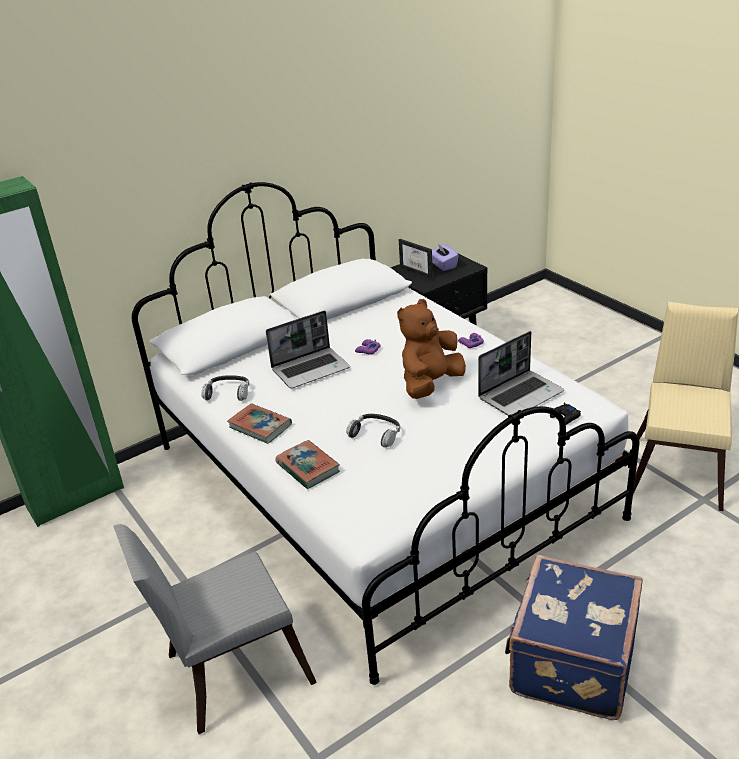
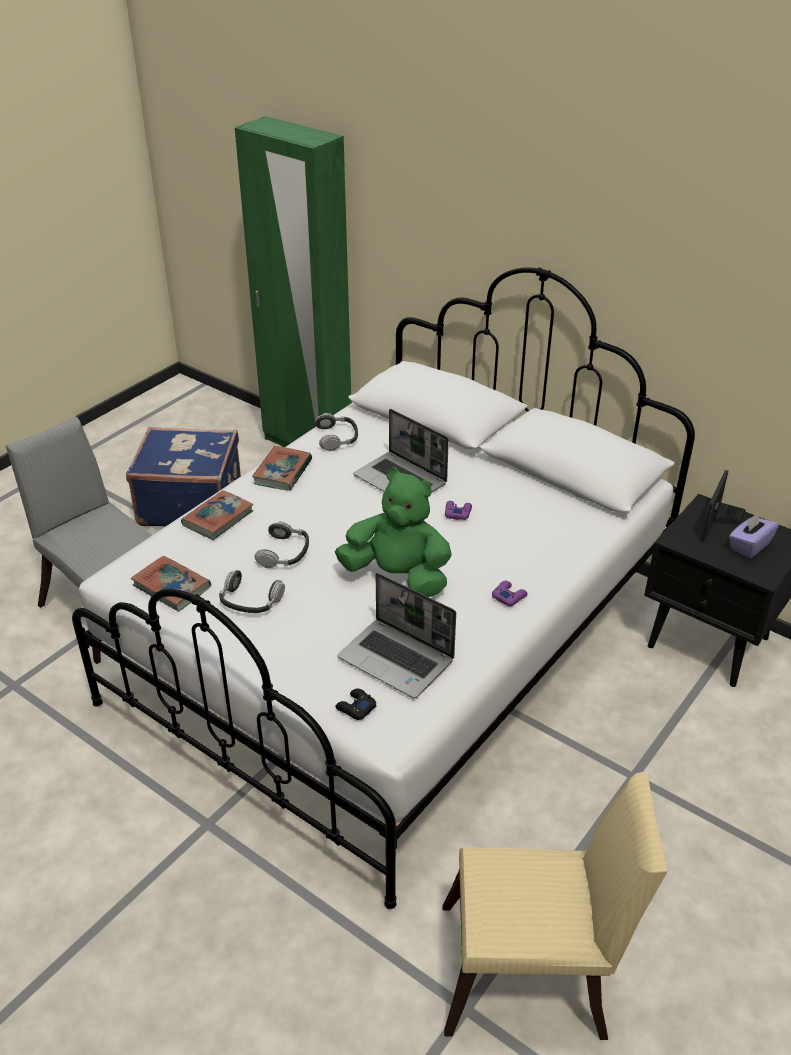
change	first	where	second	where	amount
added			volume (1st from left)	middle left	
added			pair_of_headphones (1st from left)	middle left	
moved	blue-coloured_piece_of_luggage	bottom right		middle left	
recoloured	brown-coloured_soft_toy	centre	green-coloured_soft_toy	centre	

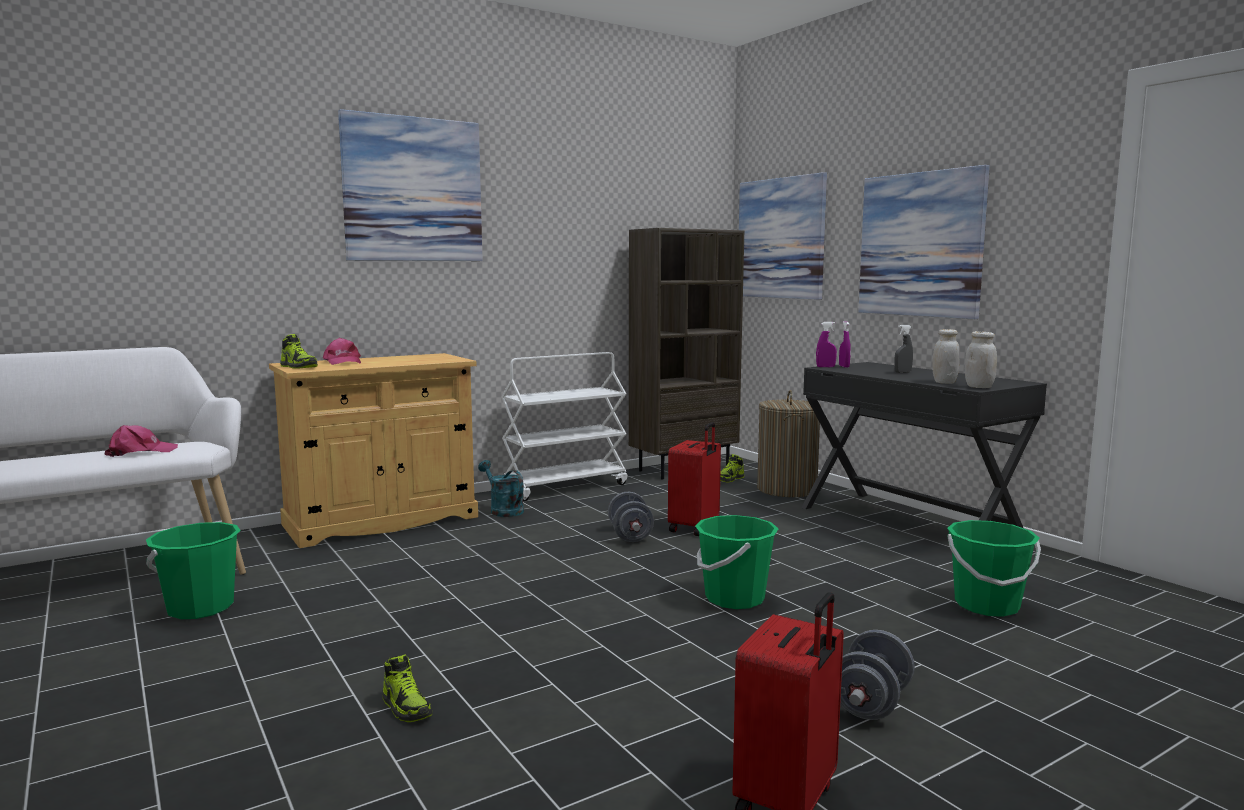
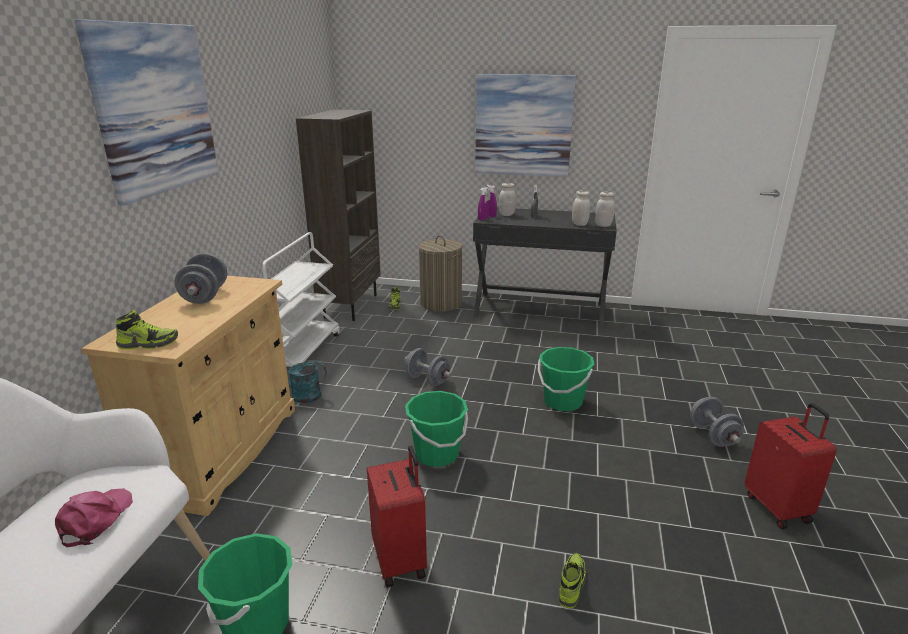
change	first	where	second	where	amount
removed	pink-coloured_cap (2nd from left)	middle left			
removed	picture (2nd from left)	top centre			
added			grey_free_weight (1st from left)	middle left	
added			white-coloured_jar (1st from left)	top centre	
moved	red-coloured_piece_of_luggage (1st from left)	centre		bottom centre	
moved	green-coloured_water_bucket (3rd from left in the first image)	bottom right	green-coloured_water_bucket (2nd from left)	bottom centre	
turned	shoe (2nd from left in the first image)	bottom left	shoe (3rd from left)	bottom centre	75 degrees counterclockwise

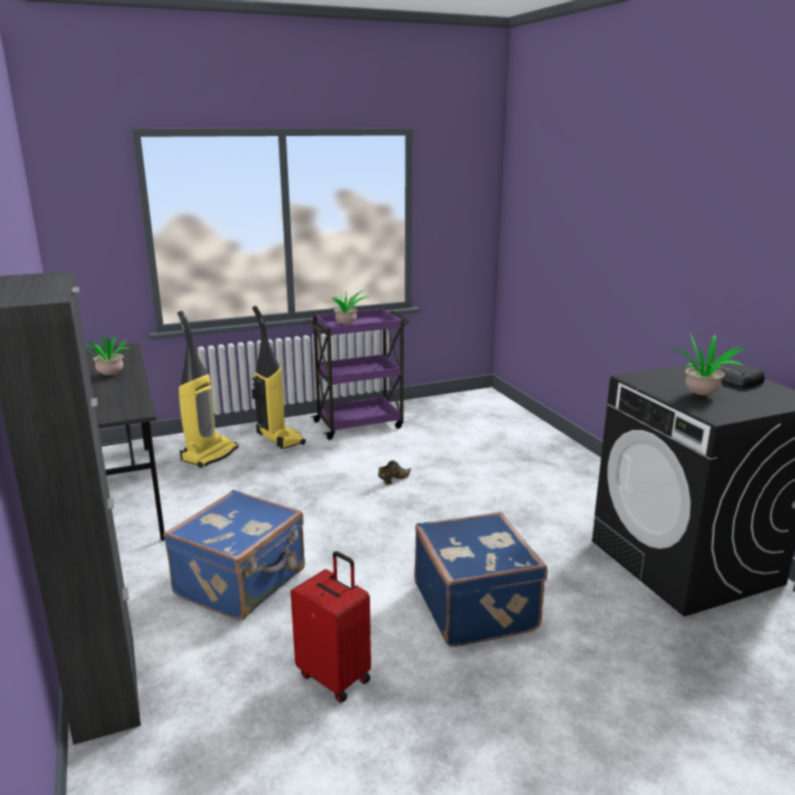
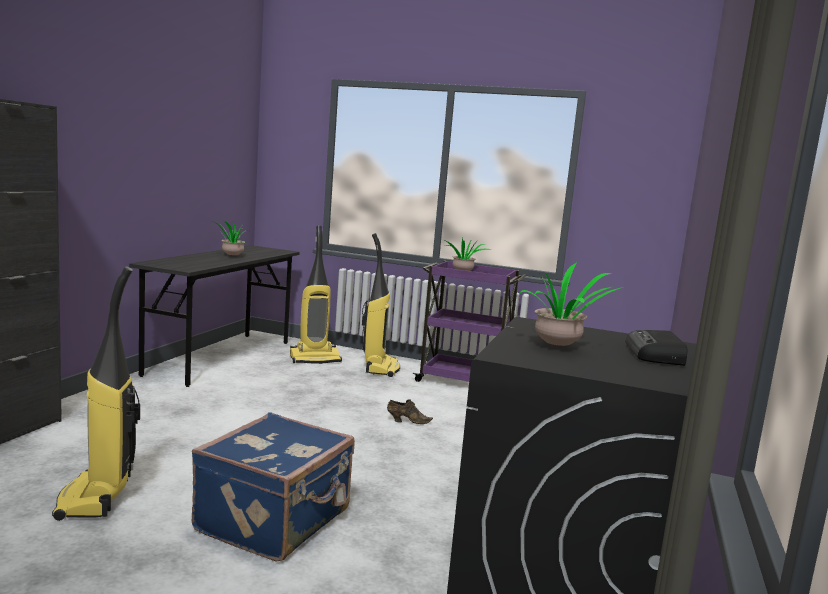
change	first	where	second	where	amount
removed	blue-coloured_piece_of_luggage (1st from left)	bottom left			
replaced	red-coloured_piece_of_luggage	bottom centre	vacuum (1st from left)	middle left	

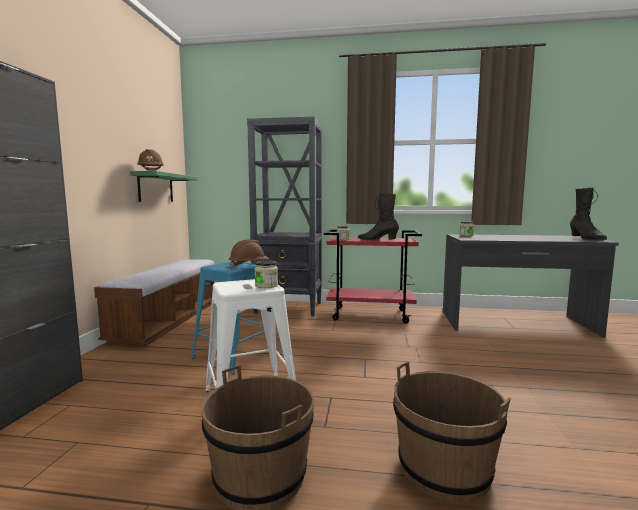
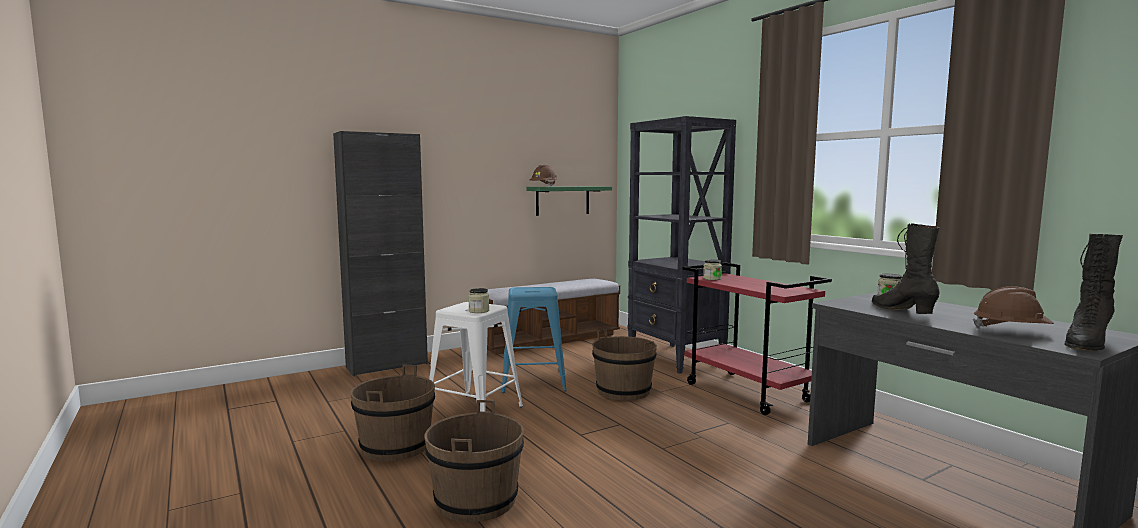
change	first	where	second	where	amount
added			brown-coloured_water_bucket (3rd from left)	bottom centre	
moved	brown-coloured_work_helmet (2nd from left)	centre		middle right	
moved	black_high-top_boot (1st from left)	centre		middle right	

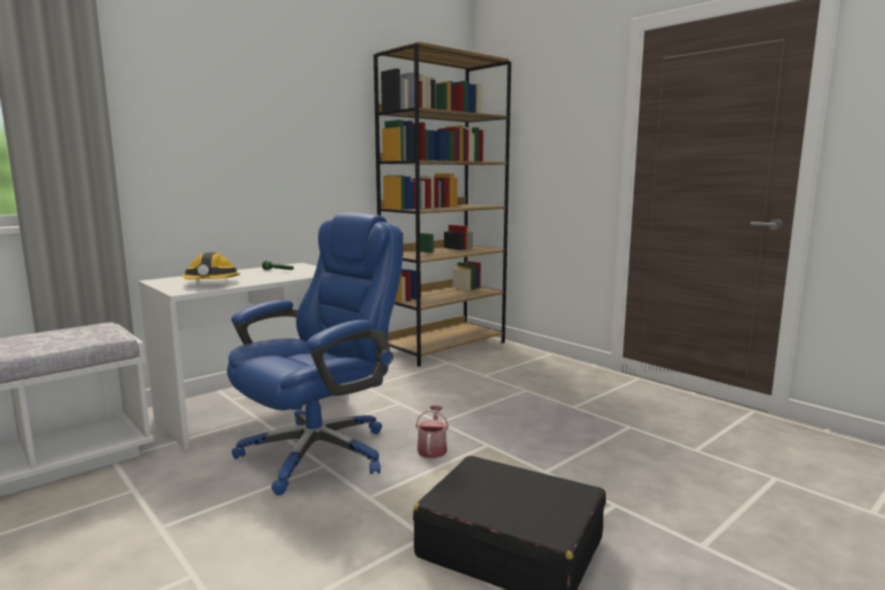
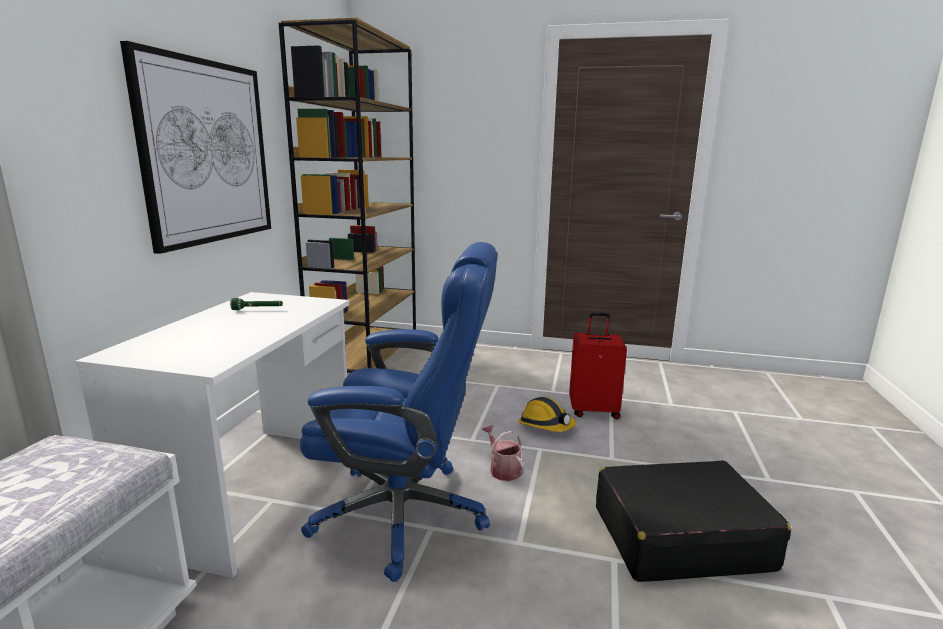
change	first	where	second	where	amount
added			picture	top left	
added			red-coloured_piece_of_luggage	centre	
moved	work_helmet	middle left		centre	
turned	blue-coloured_computer_chair	centre		centre	90 degrees clockwise

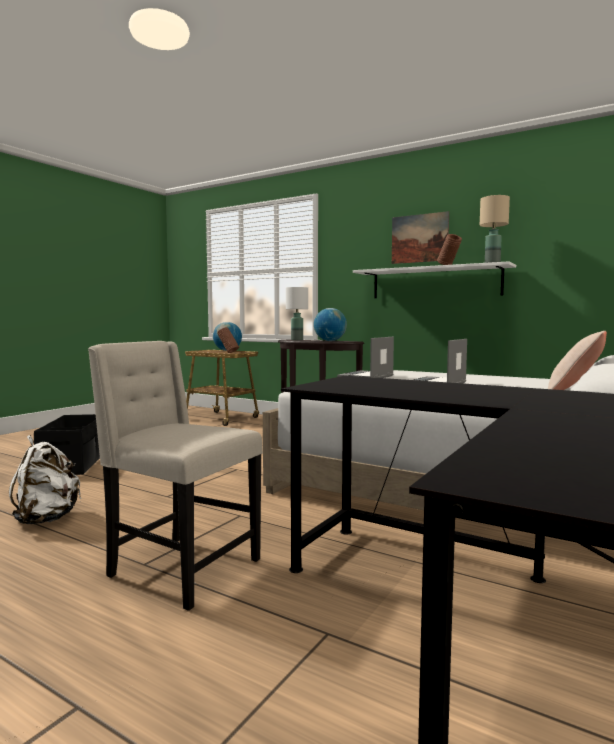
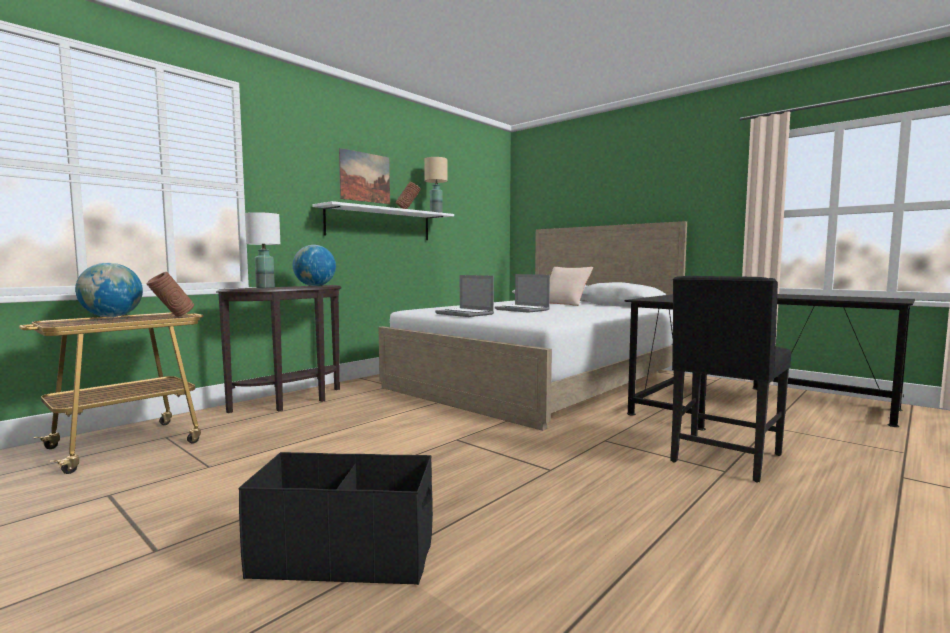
change	first	where	second	where	amount
removed	white-coloured_knapsack	middle left			
recoloured	sand-coloured_upright_chair	middle left	black_upright_chair	middle right	

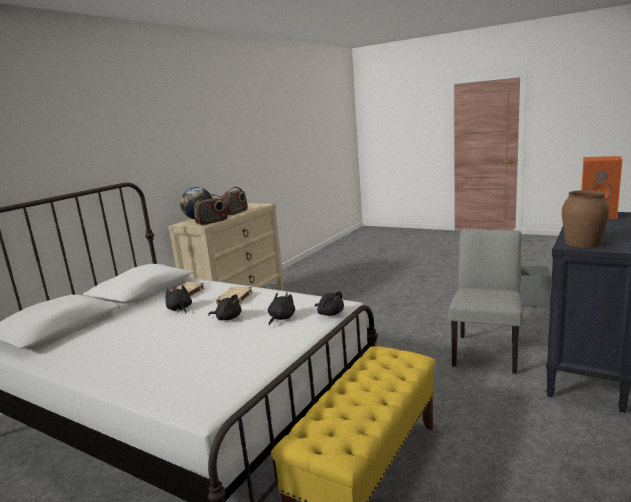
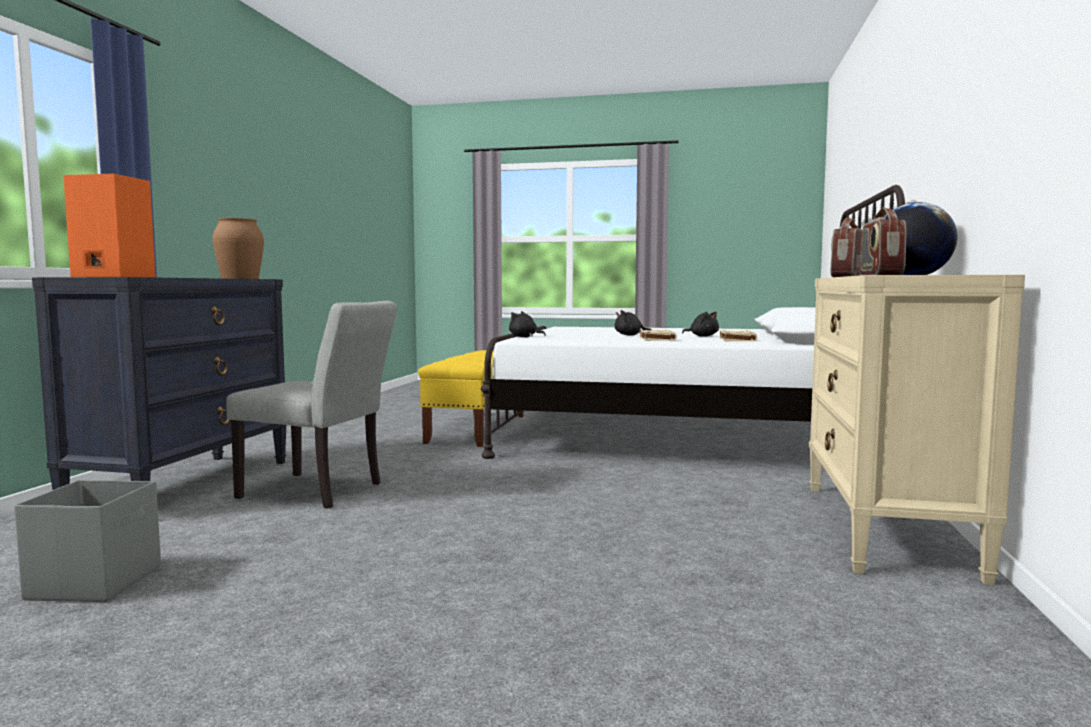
change	first	where	second	where	amount
removed	black_soft_toy (3rd from left)	centre			
turned	grey_upright_chair	middle right		middle left	75 degrees counterclockwise

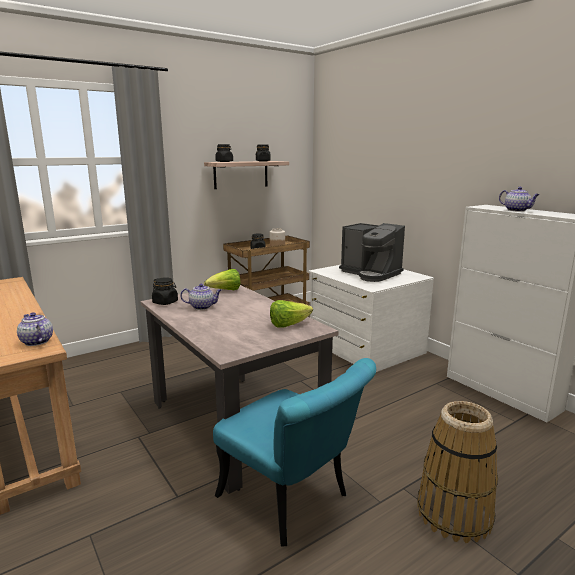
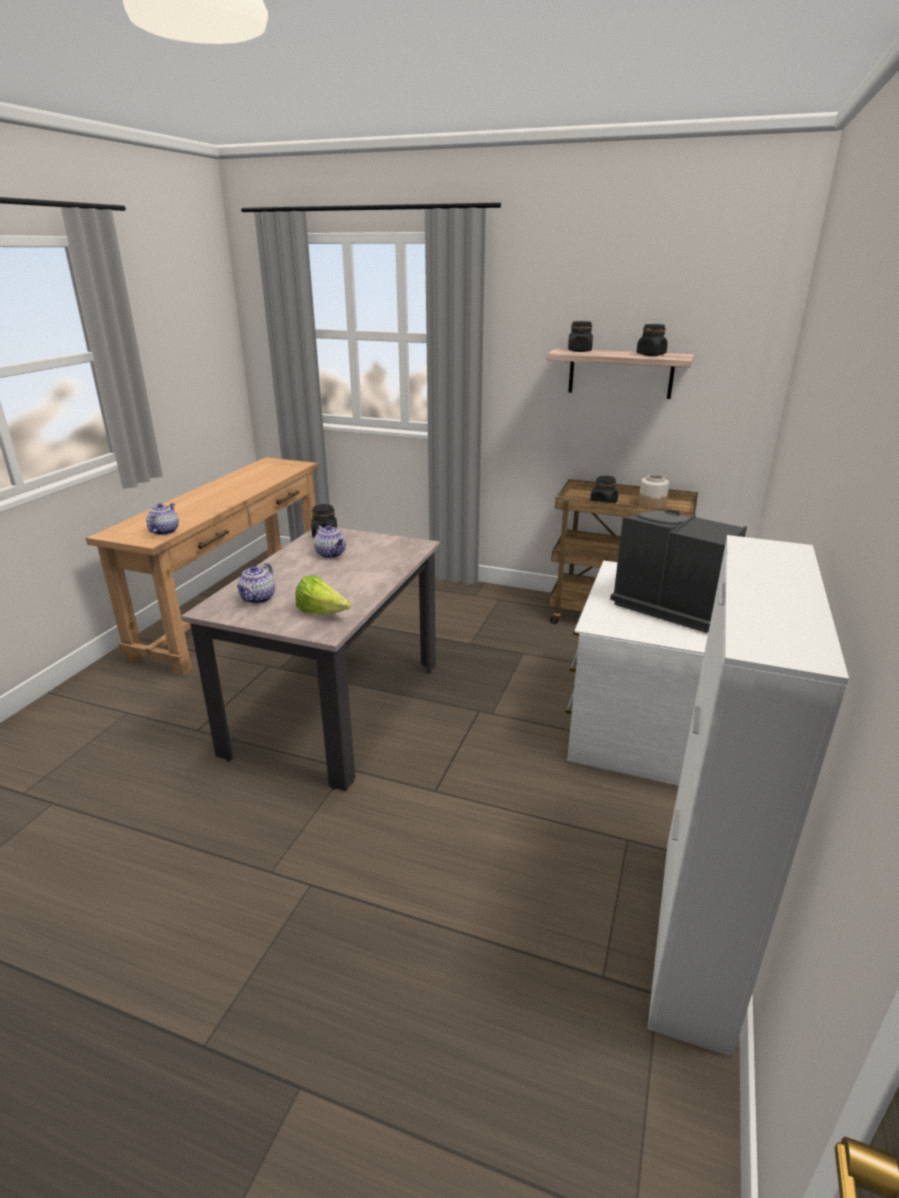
change	first	where	second	where	amount
removed	lettuce_head (1st from left)	centre			
removed	turquoise-coloured_upright_chair	bottom centre			
removed	basket	bottom right			
moved	pot_for_tea (3rd from left in the first image)	middle right	pot_for_tea (2nd from left)	middle left	
turned	coffee_maker	centre		middle right	120 degrees clockwise

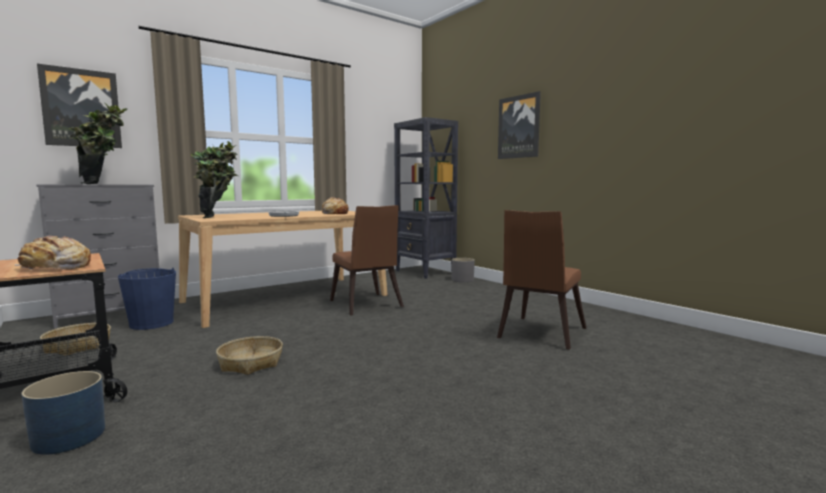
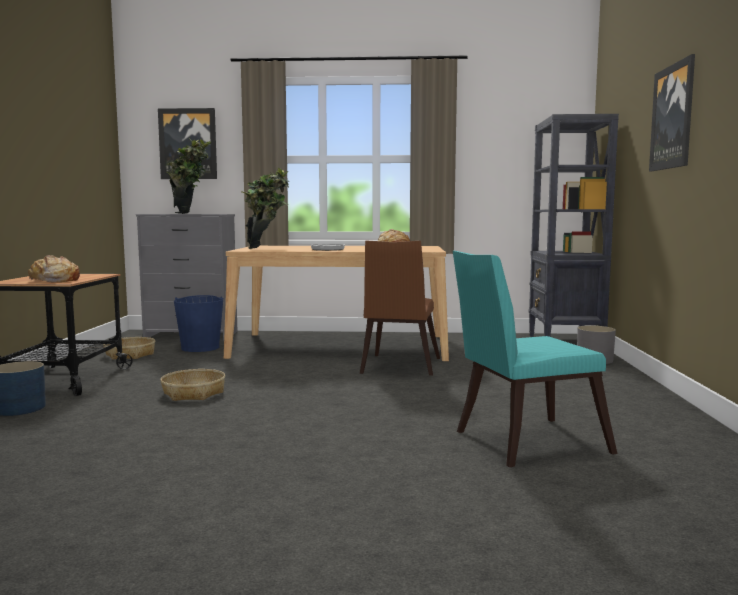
change	first	where	second	where	amount
recoloured	brown-coloured_upright_chair (2nd from left)	centre	turquoise-coloured_upright_chair	middle right	

